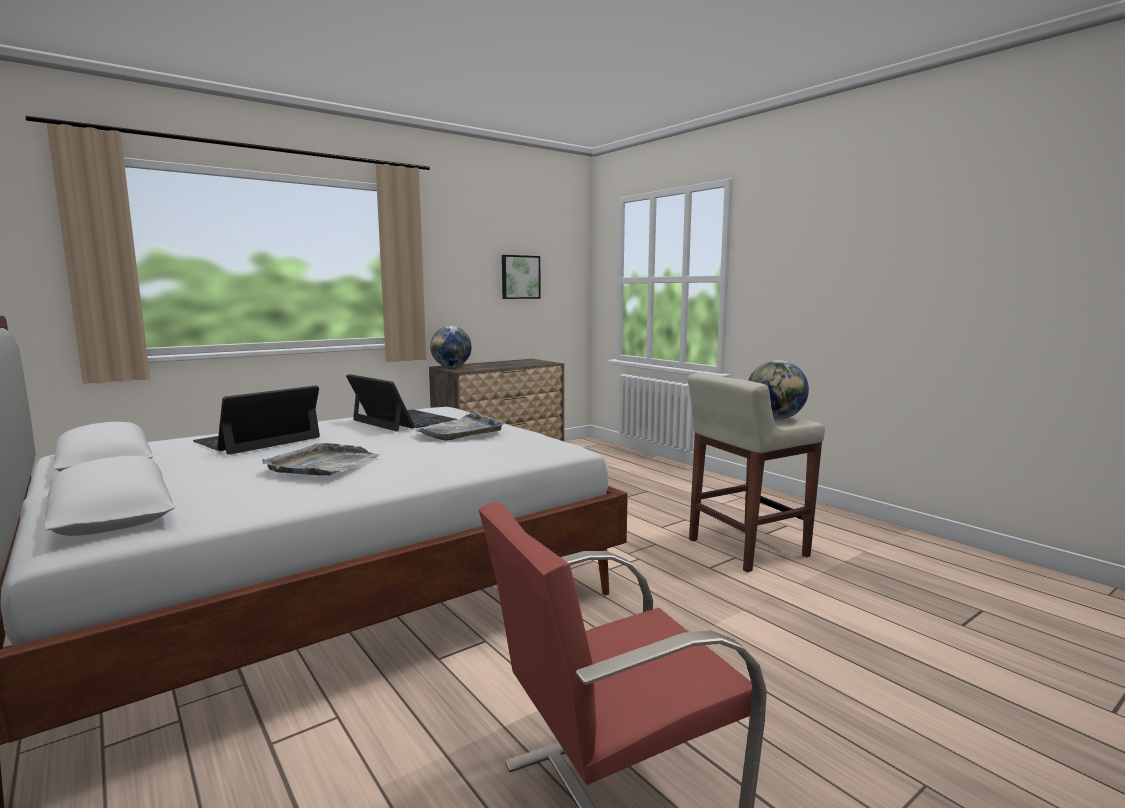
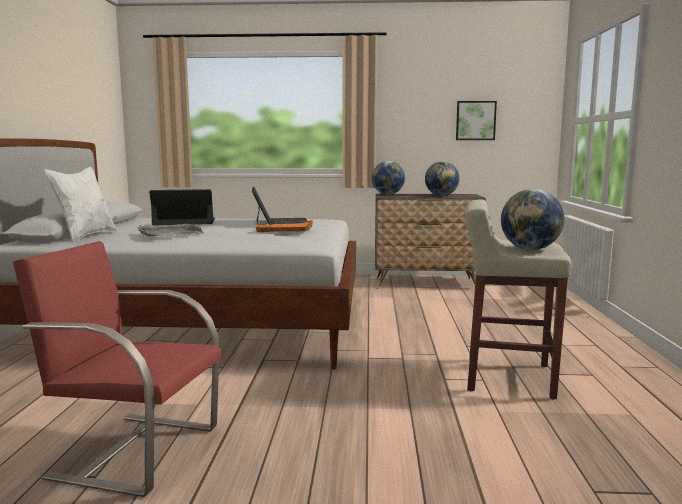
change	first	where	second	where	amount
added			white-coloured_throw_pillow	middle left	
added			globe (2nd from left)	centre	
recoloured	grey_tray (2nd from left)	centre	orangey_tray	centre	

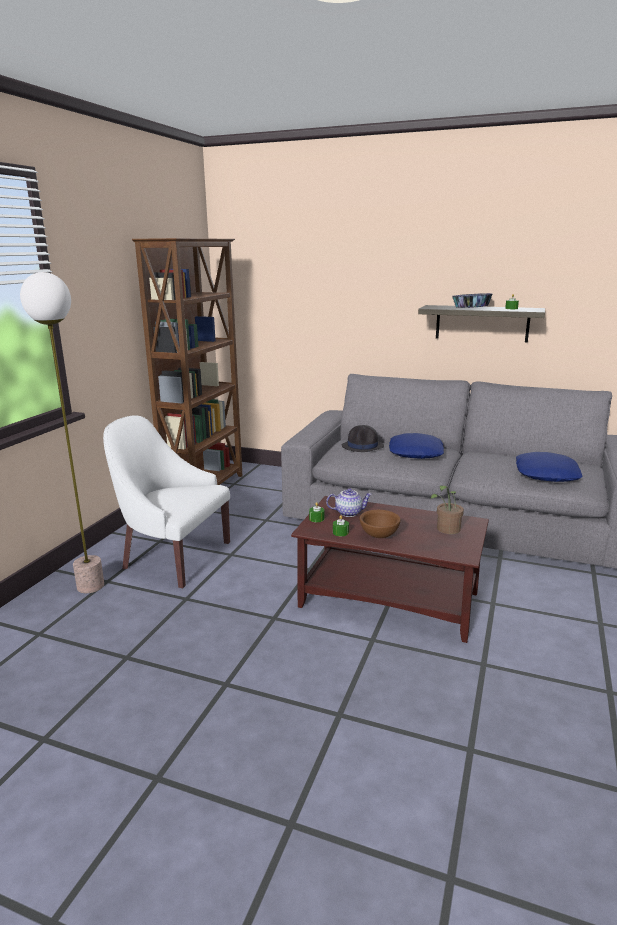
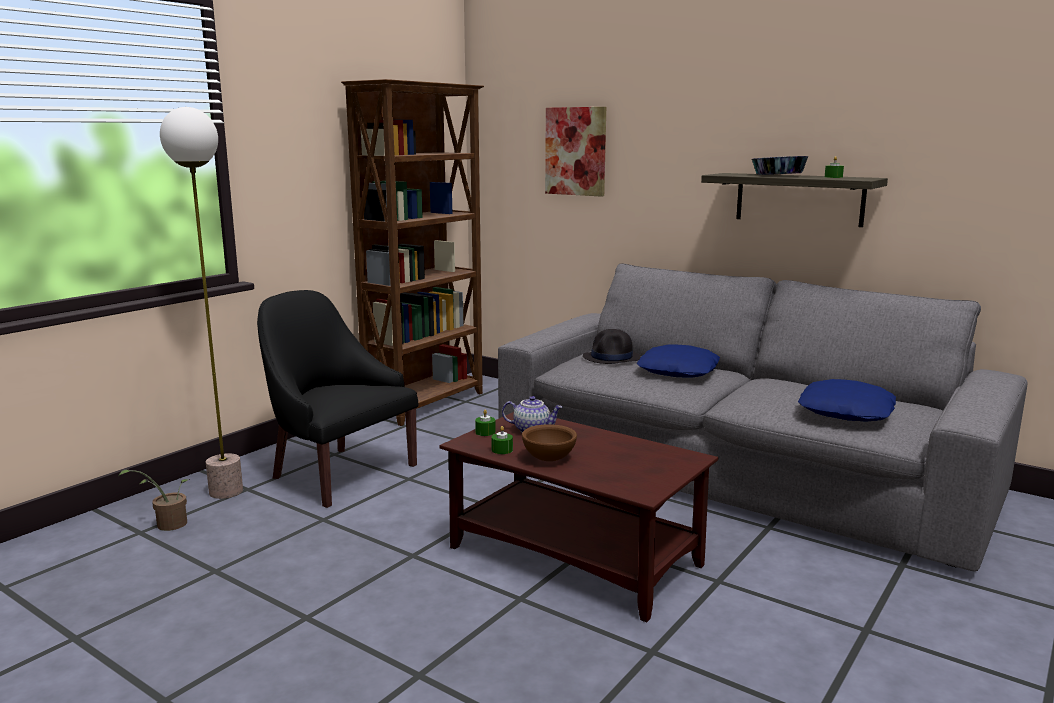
change	first	where	second	where	amount
added			picture	top centre	
moved	plant_in_a_pot	middle right		bottom left	
recoloured	white-coloured_lounge_chair	middle left	black_lounge_chair	middle left	

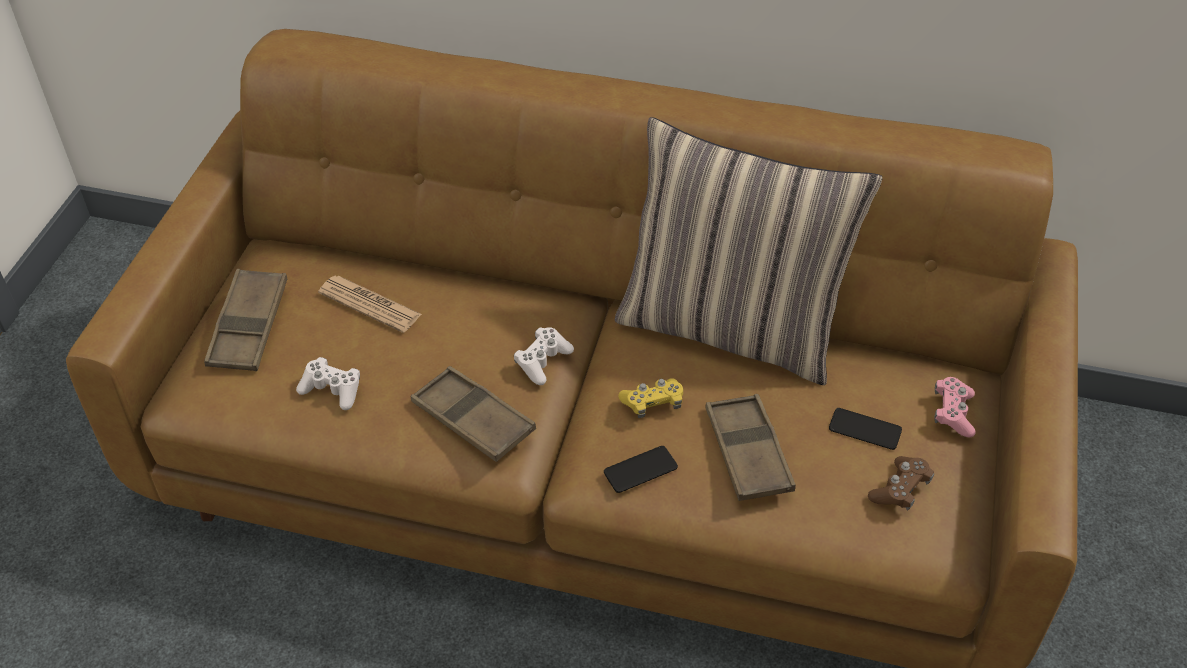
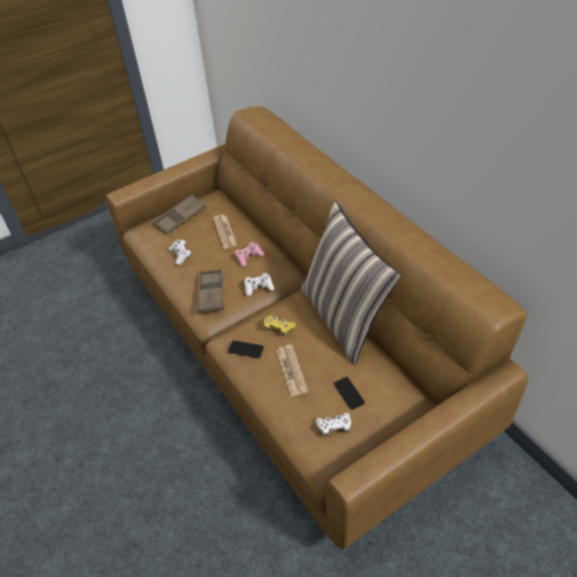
change	first	where	second	where	amount
moved	pink-coloured_joypad	middle right		centre	
replaced	brown-coloured_tray (3rd from left)	bottom centre	printed_paper (2nd from left)	centre	
recoloured	brown-coloured_joypad	bottom right	white-coloured_joypad (3rd from left)	bottom centre	

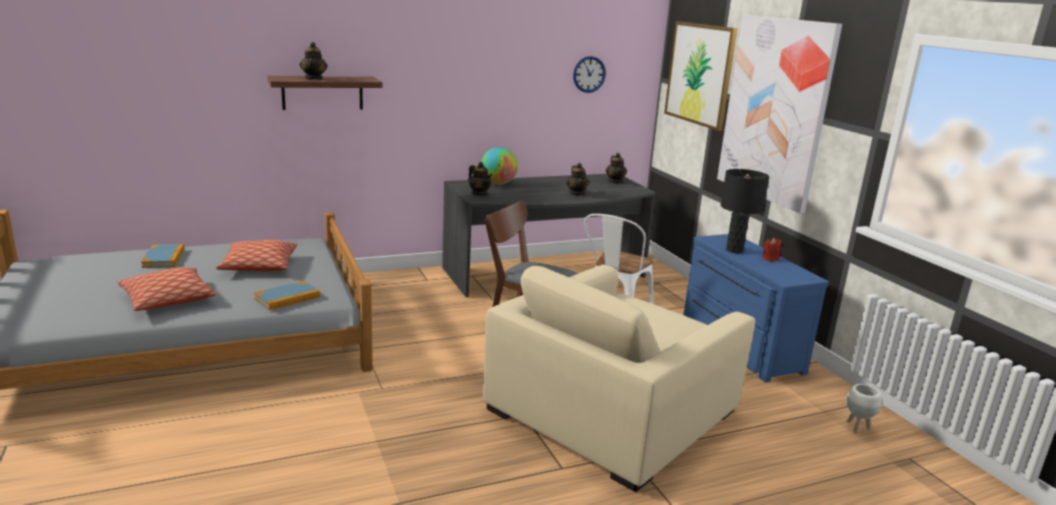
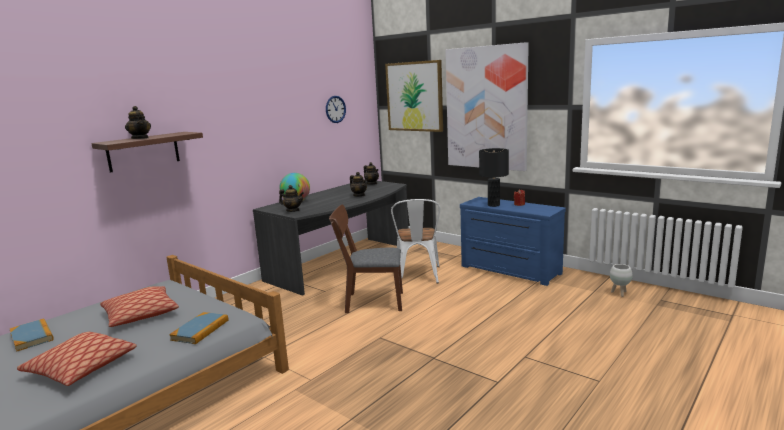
change	first	where	second	where	amount
removed	sand-coloured_lounge_chair	bottom centre			

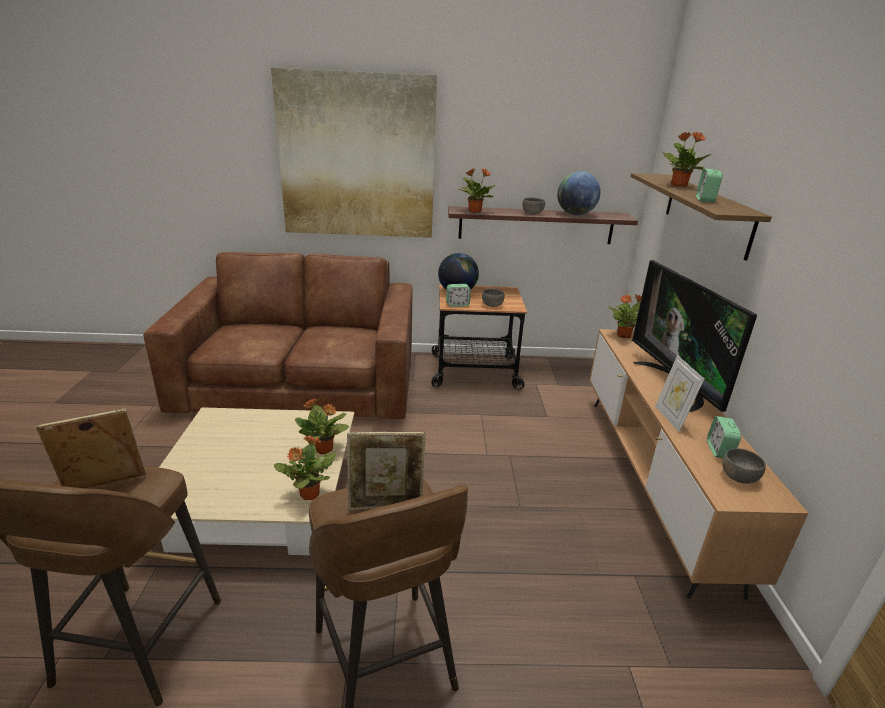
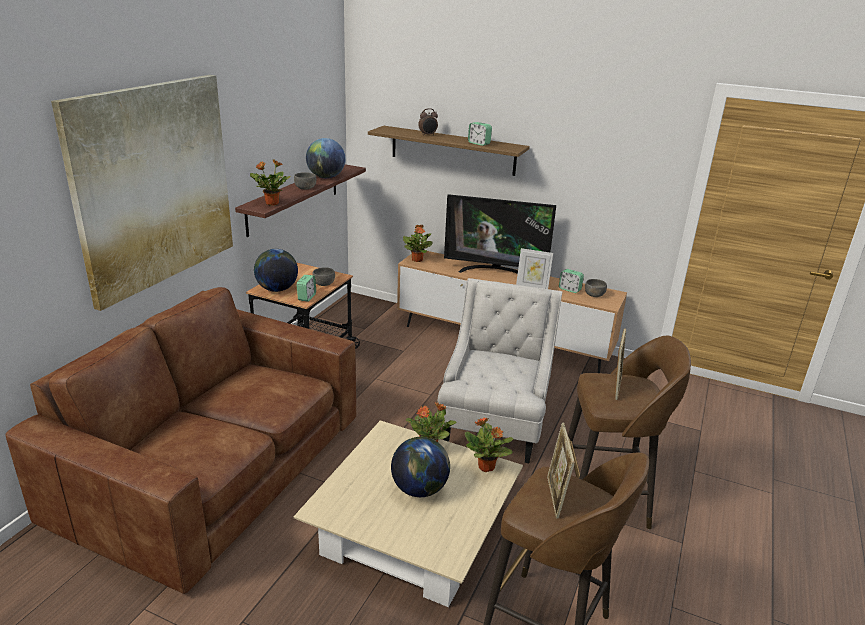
change	first	where	second	where	amount
added			globe (3rd from left)	bottom centre	
added			white-coloured_lounge_chair	centre	
replaced	plant_in_a_pot (5th from left)	top right	table_clock (2nd from left)	top centre	

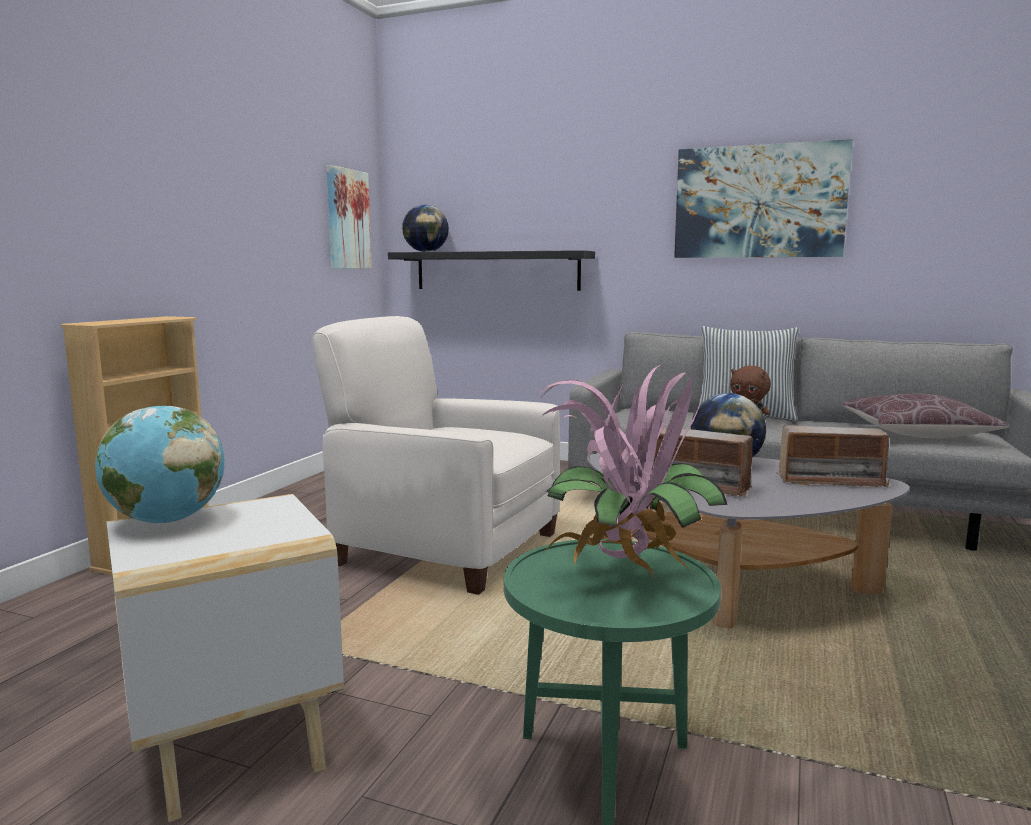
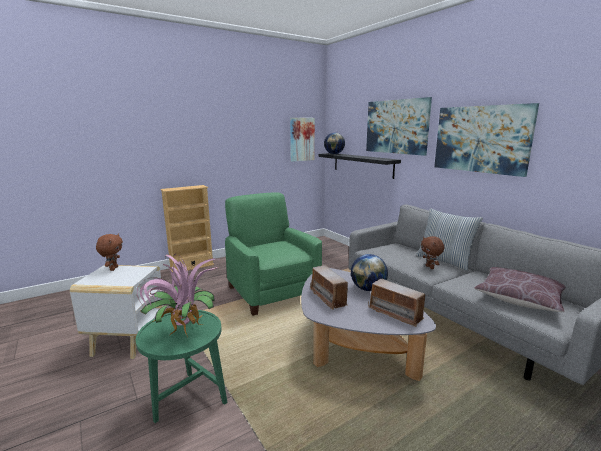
change	first	where	second	where	amount
added			picture (2nd from left)	top centre	
replaced	globe (1st from left)	middle left	brown-coloured_soft_toy (1st from left)	middle left	
recoloured	white-coloured_lounge_chair	centre	green-coloured_lounge_chair	centre	

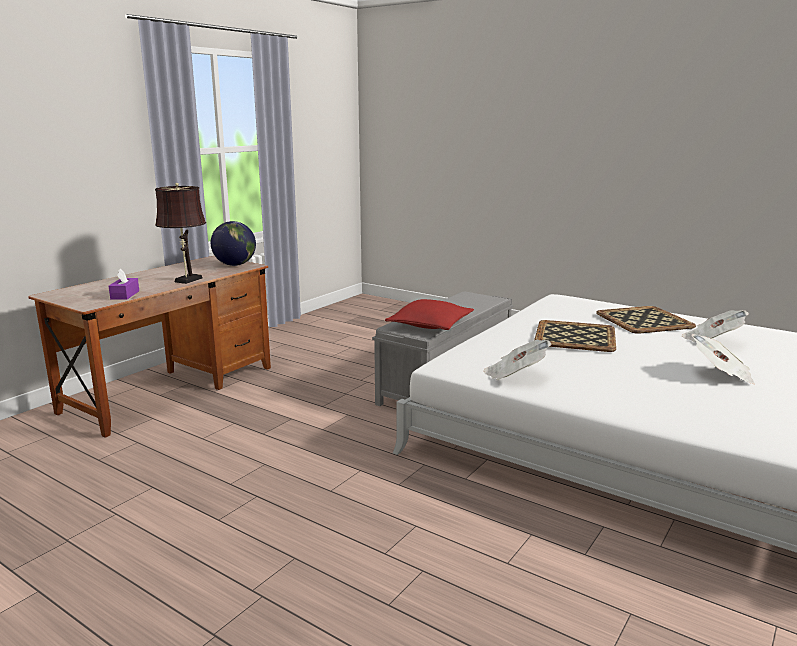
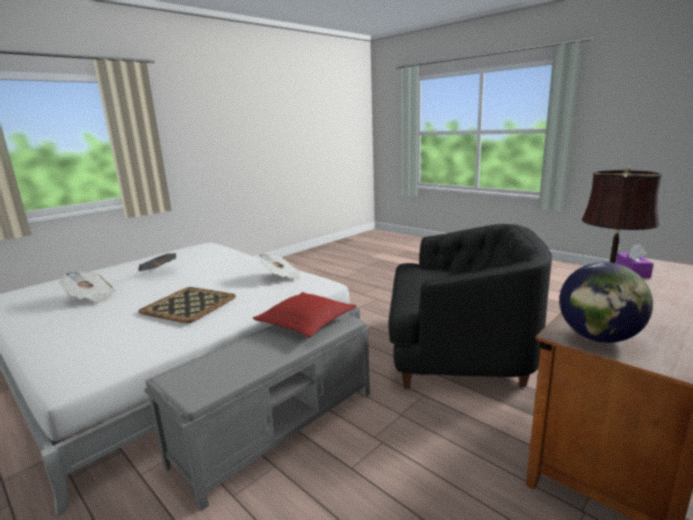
change	first	where	second	where	amount
removed	tray (2nd from left)	middle right			
added			black_lounge_chair	middle right	

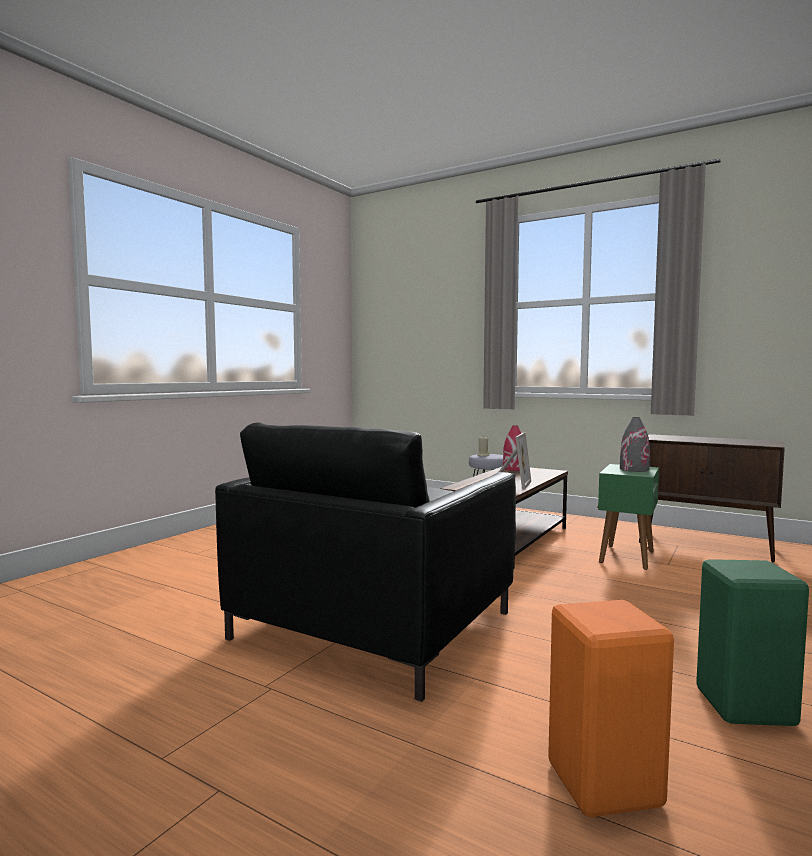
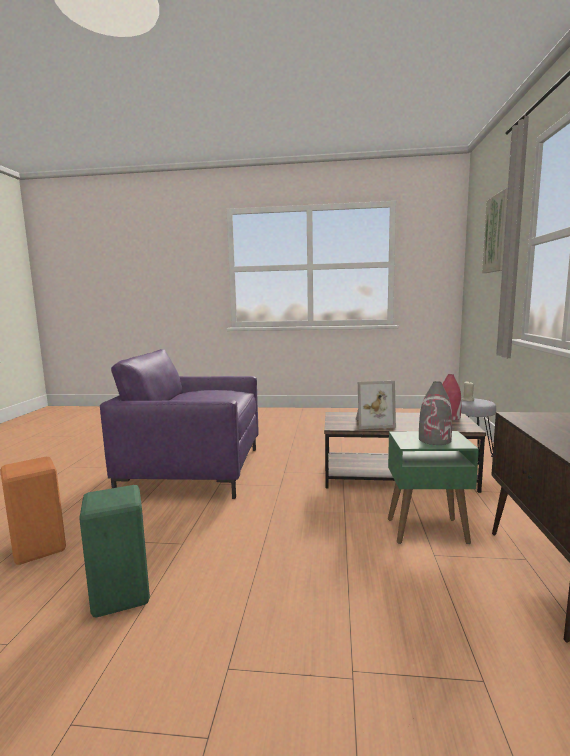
change	first	where	second	where	amount
added			picture	top right	
recoloured	black_lounge_chair	centre	purplish_lounge_chair	middle left	

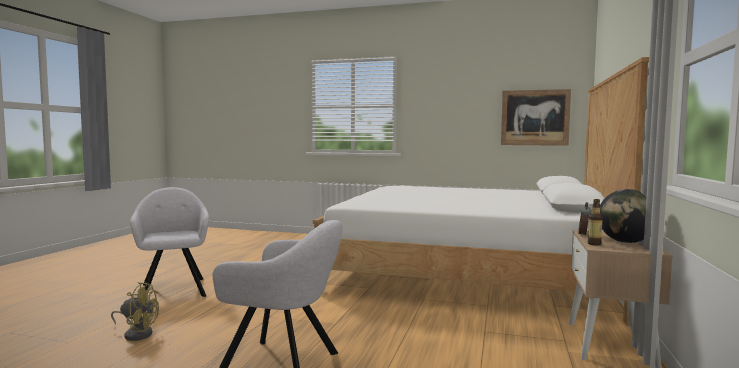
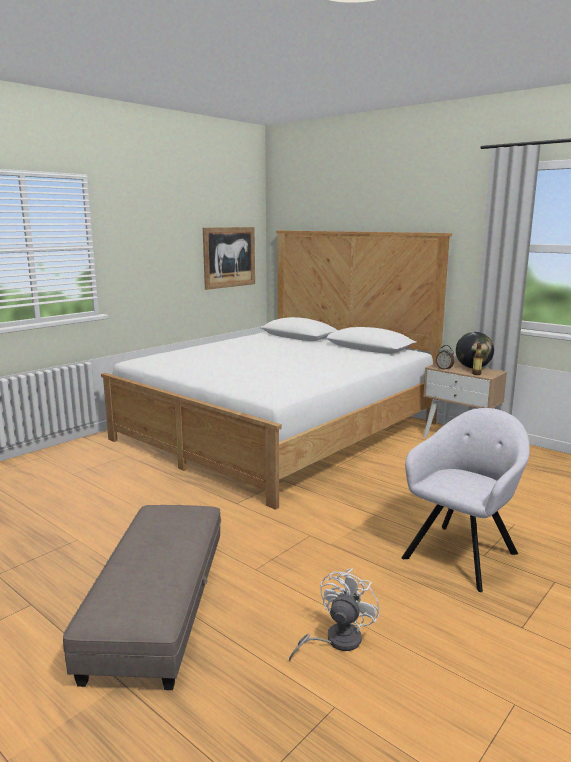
change	first	where	second	where	amount
replaced	grey_lounge_chair (1st from left)	middle left	grey_footrest	bottom left	
recoloured	yellow_fan	bottom left	white-coloured_fan	bottom centre	

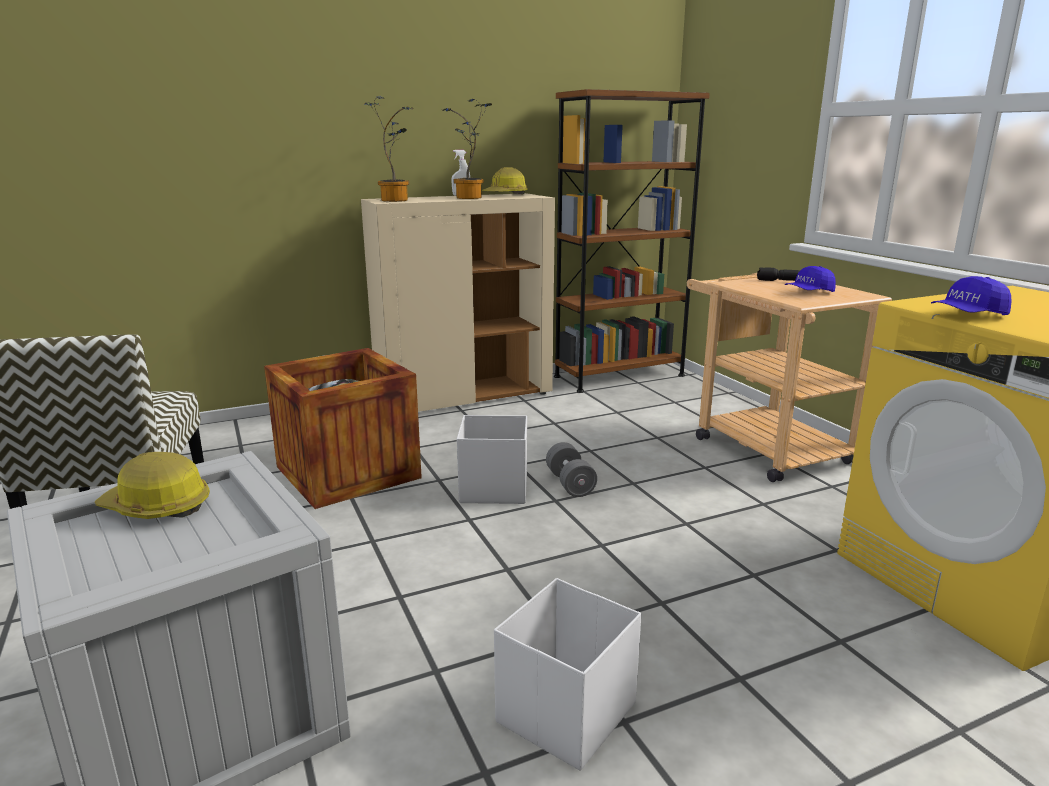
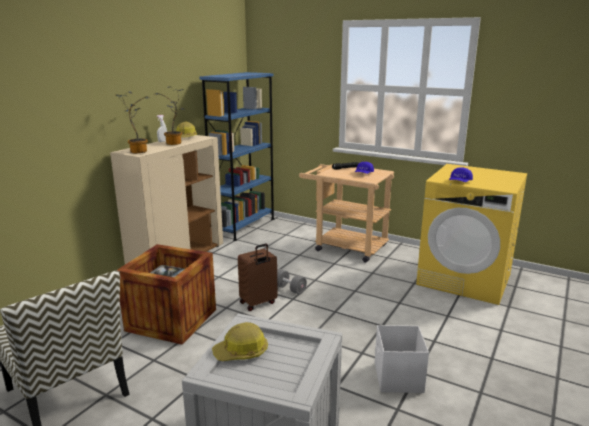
change	first	where	second	where	amount
replaced	white-coloured_storage_box (1st from left)	centre	brown-coloured_piece_of_luggage	centre	
recoloured	brown-coloured_shelving_unit	top centre	blue-coloured_shelving_unit	centre	

